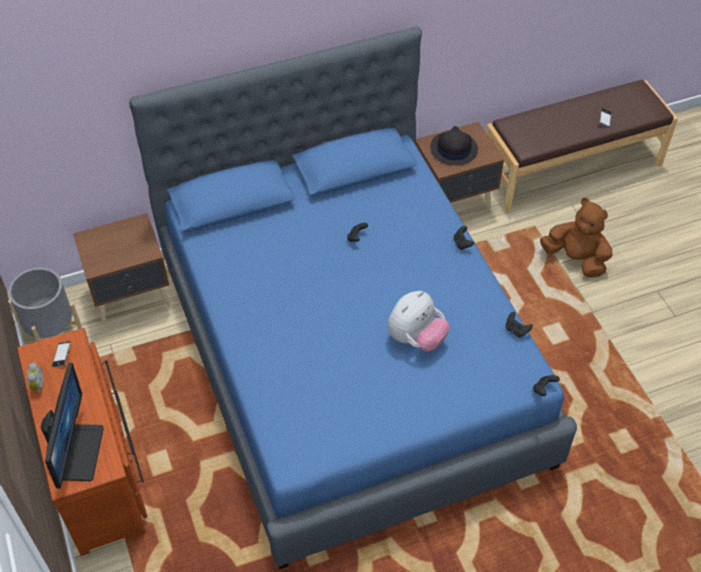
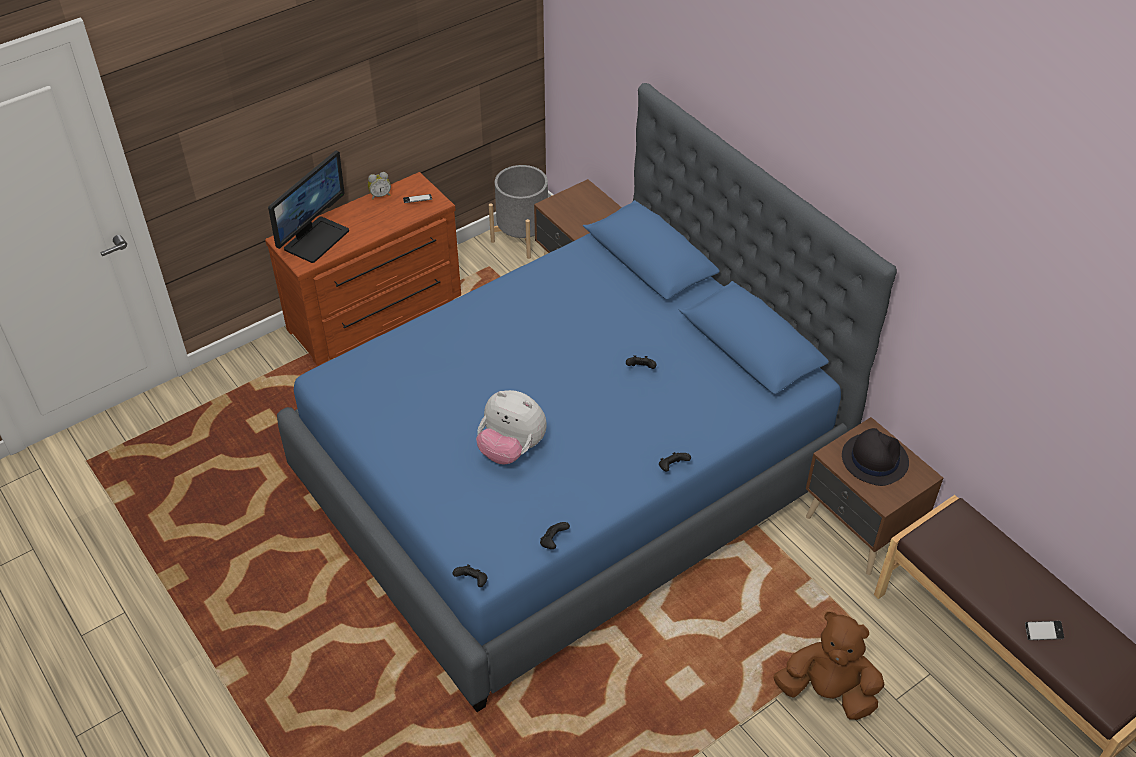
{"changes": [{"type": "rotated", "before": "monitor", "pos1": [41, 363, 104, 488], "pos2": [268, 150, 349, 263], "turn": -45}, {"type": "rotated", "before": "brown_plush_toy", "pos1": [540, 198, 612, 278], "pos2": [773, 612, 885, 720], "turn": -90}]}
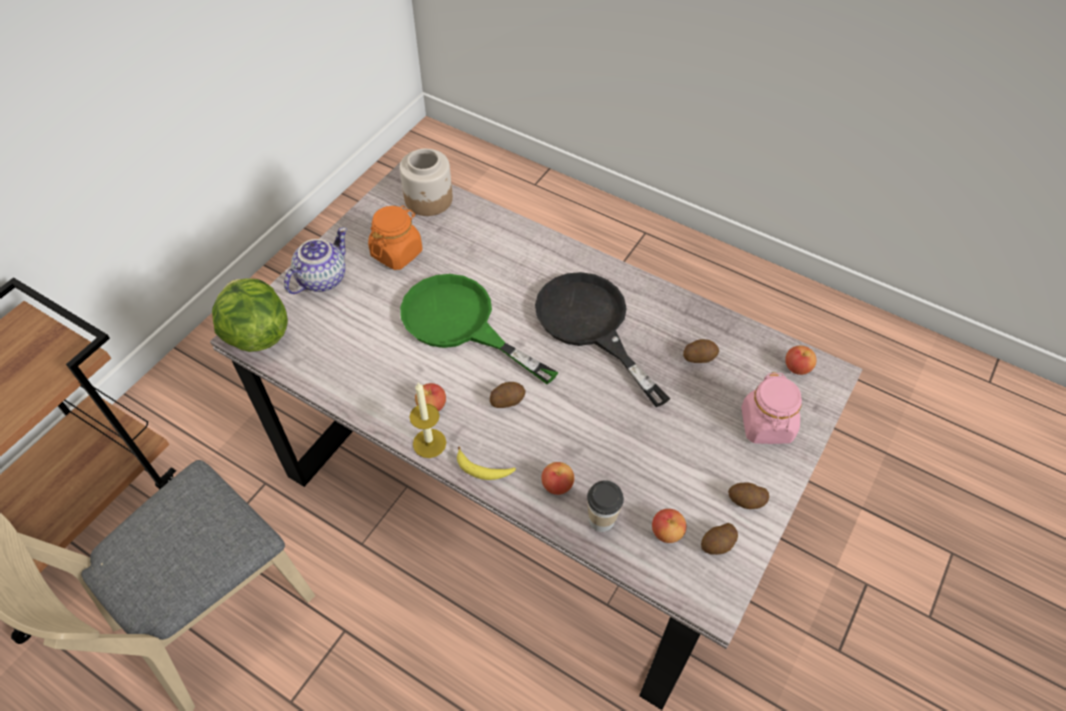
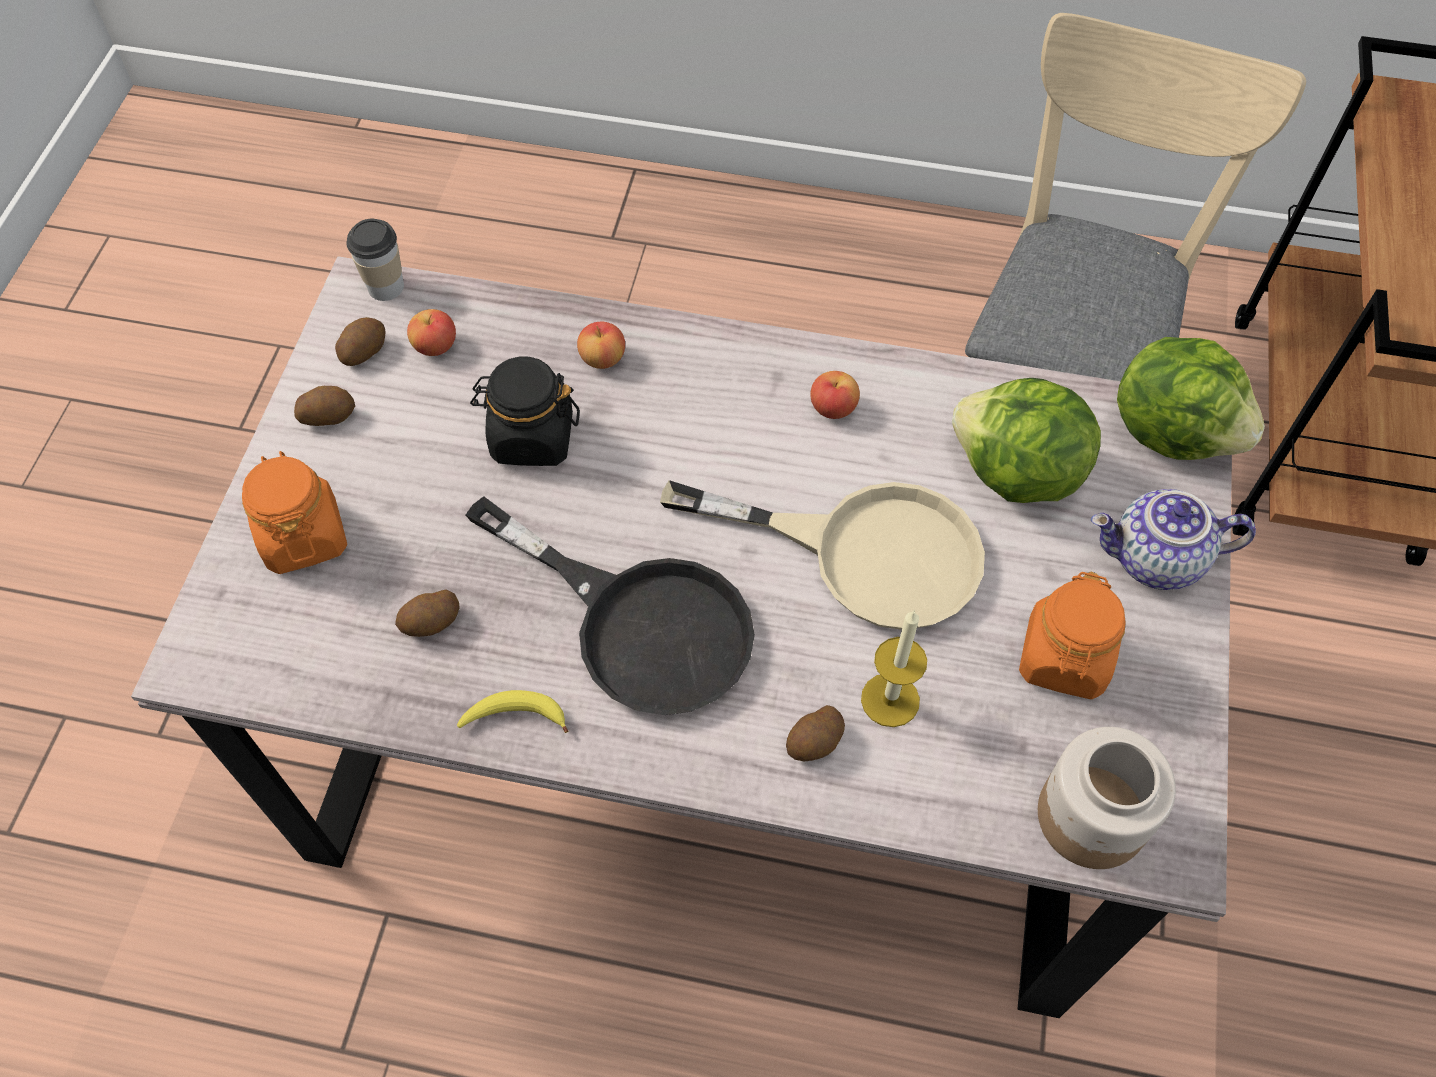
{"changes": [{"type": "rotated", "before": "teapot", "pos1": [284, 227, 347, 294], "pos2": [1091, 489, 1256, 590], "turn": 75}, {"type": "repainted", "before": "green_frying_pan", "after": "beige_frying_pan", "pos1": [400, 274, 559, 384], "pos2": [660, 480, 985, 630]}, {"type": "shifted", "before": "candle", "pos1": [410, 383, 446, 458], "pos2": [861, 610, 927, 727]}, {"type": "shifted", "before": "banana", "pos1": [457, 446, 516, 480], "pos2": [457, 690, 568, 733]}, {"type": "shifted", "before": "potato", "pos1": [490, 382, 526, 408], "pos2": [786, 705, 845, 762]}, {"type": "shifted", "before": "cup", "pos1": [587, 480, 624, 532], "pos2": [346, 219, 404, 301]}, {"type": "repainted", "before": "pink_jar", "after": "orange_jar", "pos1": [741, 372, 802, 444], "pos2": [242, 451, 347, 574]}, {"type": "gone", "before": "apple", "pos1": [785, 346, 817, 375]}, {"type": "new", "after": "black_jar", "pos2": [470, 357, 580, 466]}, {"type": "new", "after": "lettuce", "pos2": [952, 378, 1101, 503]}]}
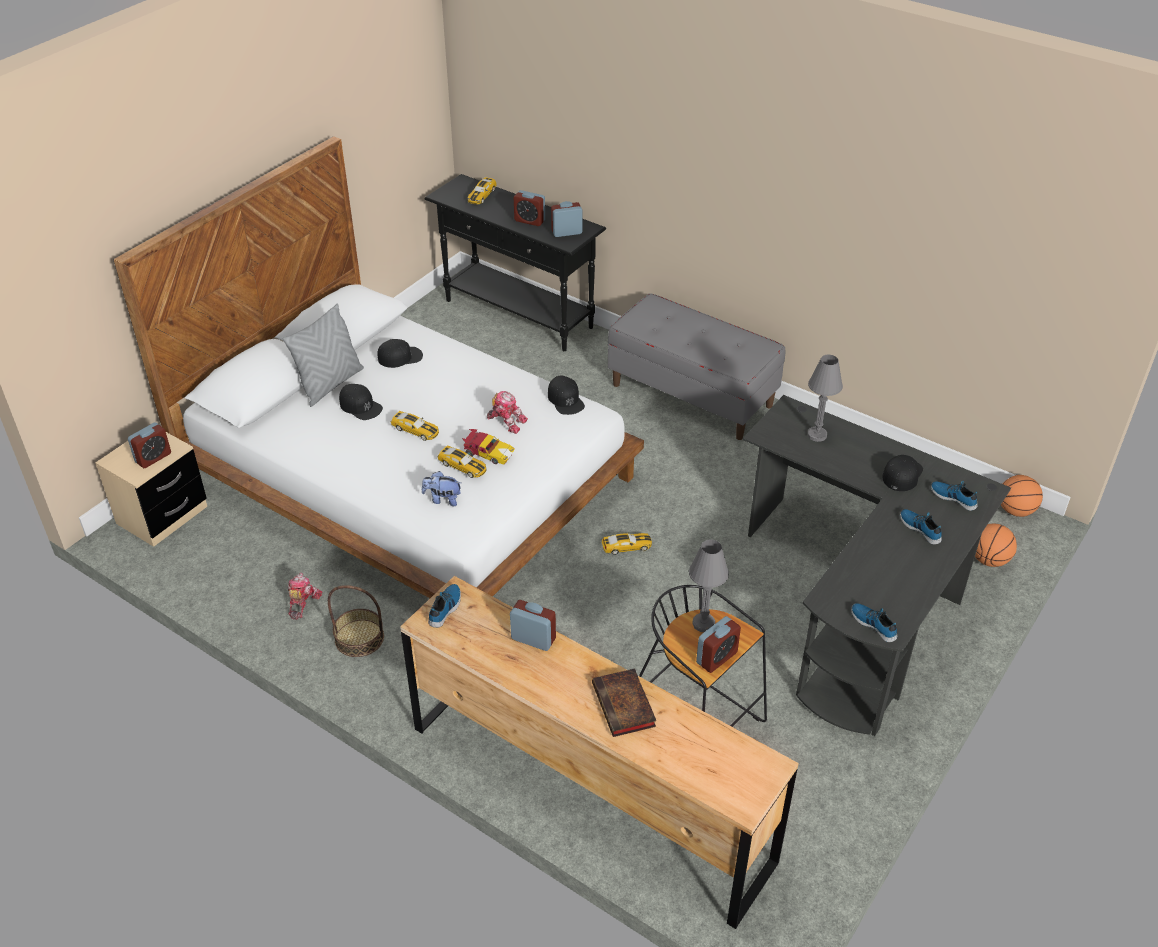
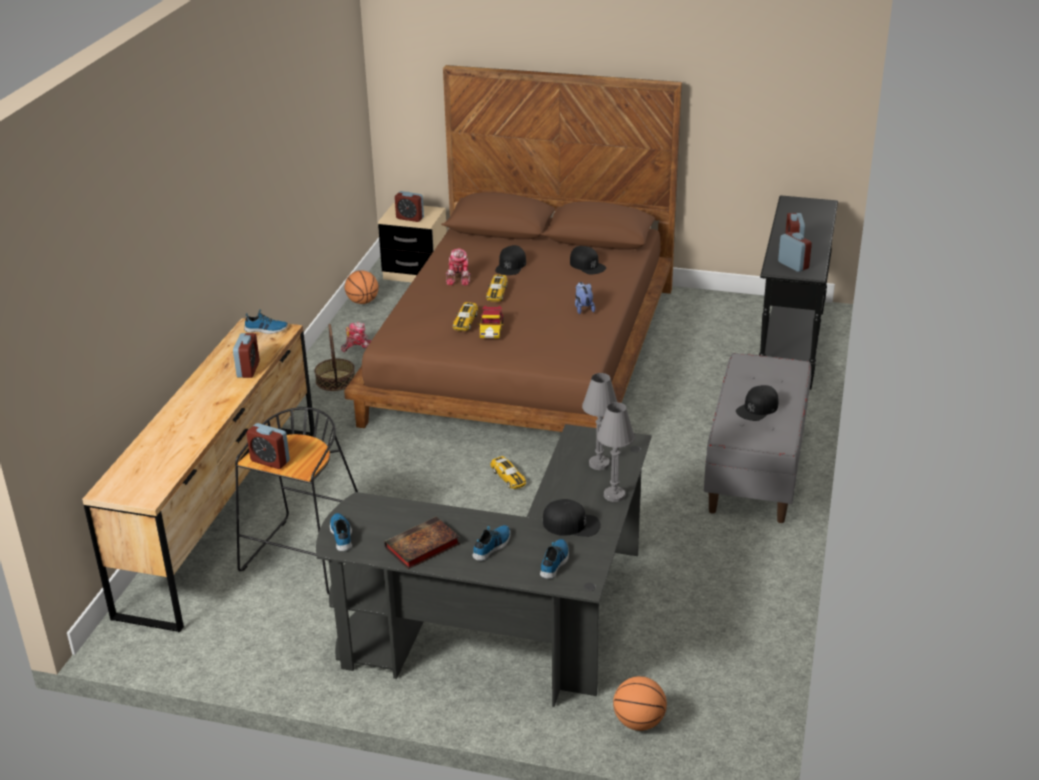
{"changes": [{"type": "repainted", "before": "white_bed", "after": "brown_bed", "pos1": [113, 136, 644, 598], "pos2": [344, 65, 682, 432]}, {"type": "gone", "before": "grey_pillow", "pos1": [283, 304, 364, 407]}, {"type": "shifted", "before": "plush_toy", "pos1": [422, 471, 461, 506], "pos2": [575, 282, 595, 314]}, {"type": "gone", "before": "toy_car", "pos1": [467, 177, 496, 205]}, {"type": "shifted", "before": "toy_robot", "pos1": [487, 391, 528, 434], "pos2": [446, 249, 471, 286]}, {"type": "shifted", "before": "black_cap", "pos1": [548, 376, 585, 415], "pos2": [736, 385, 778, 421]}, {"type": "shifted", "before": "book", "pos1": [592, 668, 656, 737], "pos2": [384, 517, 460, 569]}, {"type": "shifted", "before": "grey_table_lamp", "pos1": [689, 540, 729, 632], "pos2": [597, 402, 635, 502]}, {"type": "rotated", "before": "shoe", "pos1": [851, 603, 897, 642], "pos2": [330, 513, 352, 551], "turn": -45}, {"type": "shifted", "before": "basketball", "pos1": [1001, 475, 1043, 517], "pos2": [345, 270, 379, 304]}]}
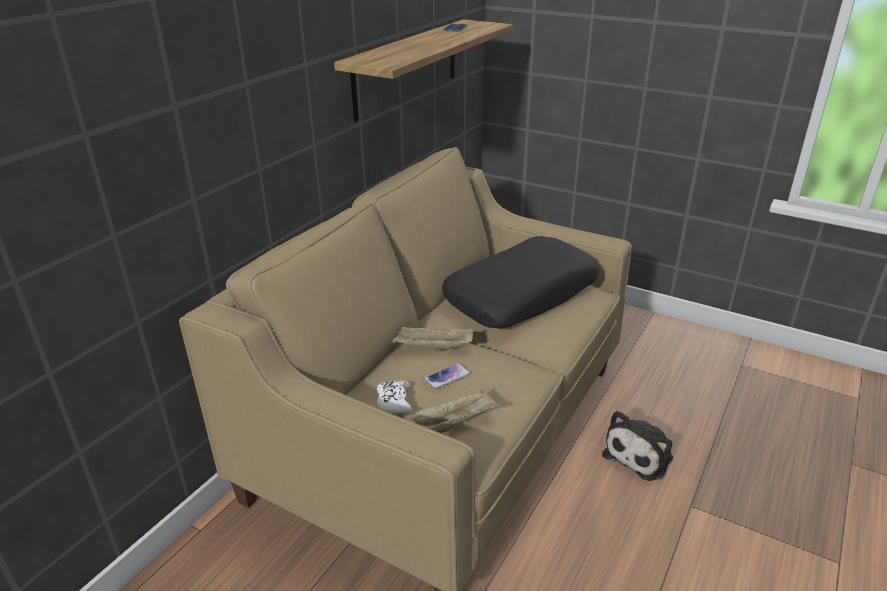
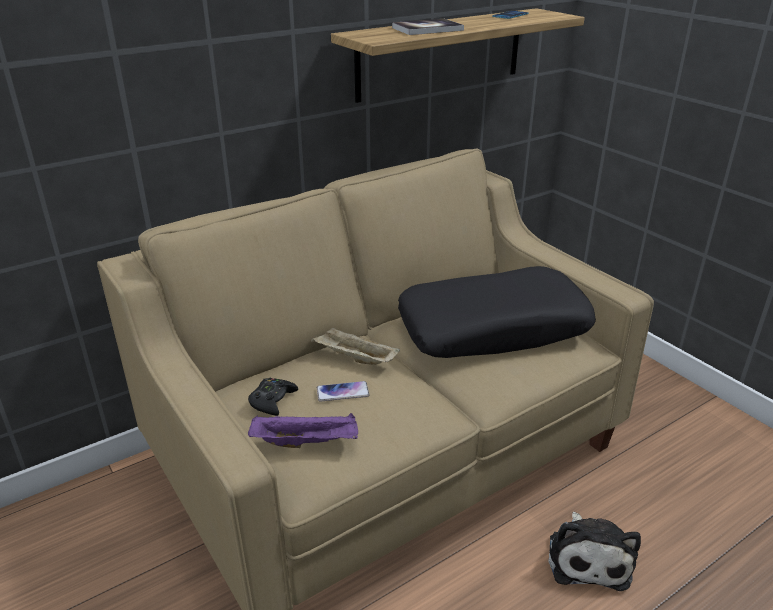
{"changes": [{"type": "repainted", "before": "white_game_controller", "after": "black_game_controller", "pos1": [377, 381, 412, 413], "pos2": [248, 378, 298, 416]}, {"type": "repainted", "before": "beige_tray", "after": "purple_tray", "pos1": [404, 388, 500, 433], "pos2": [248, 413, 358, 448]}, {"type": "rotated", "before": "plush_toy", "pos1": [602, 411, 673, 481], "pos2": [549, 512, 641, 591], "turn": -60}, {"type": "new", "after": "book", "pos2": [392, 19, 464, 35]}]}
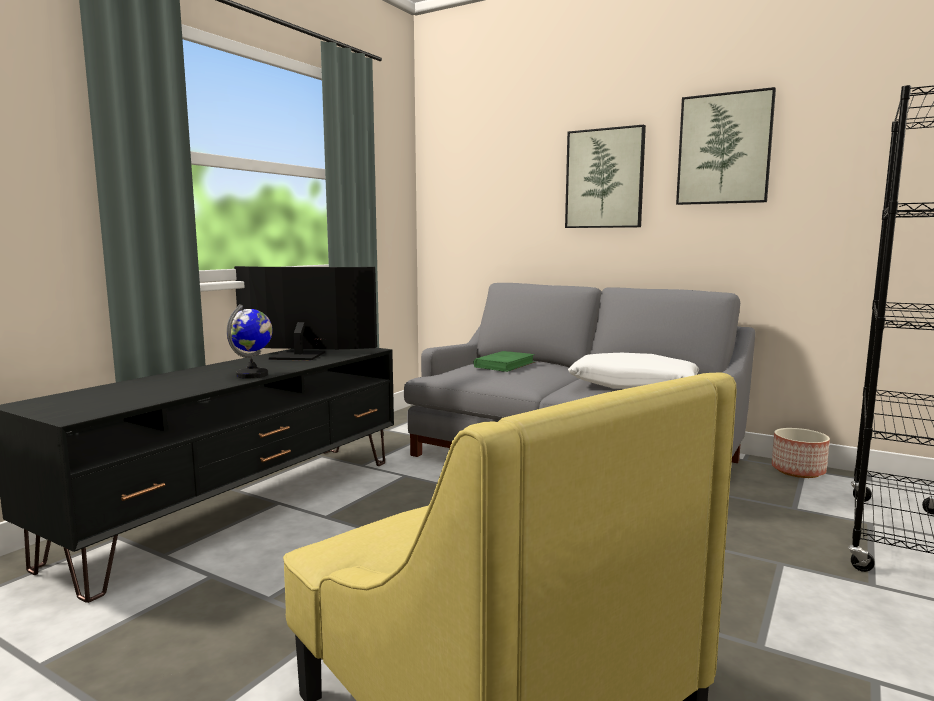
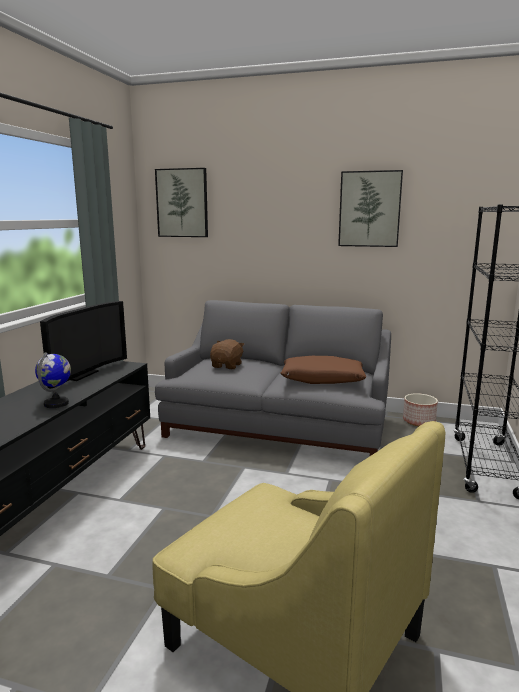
{"changes": [{"type": "rotated", "before": "television", "pos1": [234, 266, 377, 360], "pos2": [40, 301, 127, 392], "turn": 120}, {"type": "swapped", "before": "green_book", "after": "brown_plush_toy", "pos1": [474, 351, 535, 372], "pos2": [210, 339, 245, 369]}, {"type": "shifted", "before": "picture", "pos1": [565, 125, 646, 228], "pos2": [155, 168, 208, 237]}, {"type": "repainted", "before": "white_pillow", "after": "brown_pillow", "pos1": [568, 353, 699, 389], "pos2": [281, 356, 367, 384]}]}
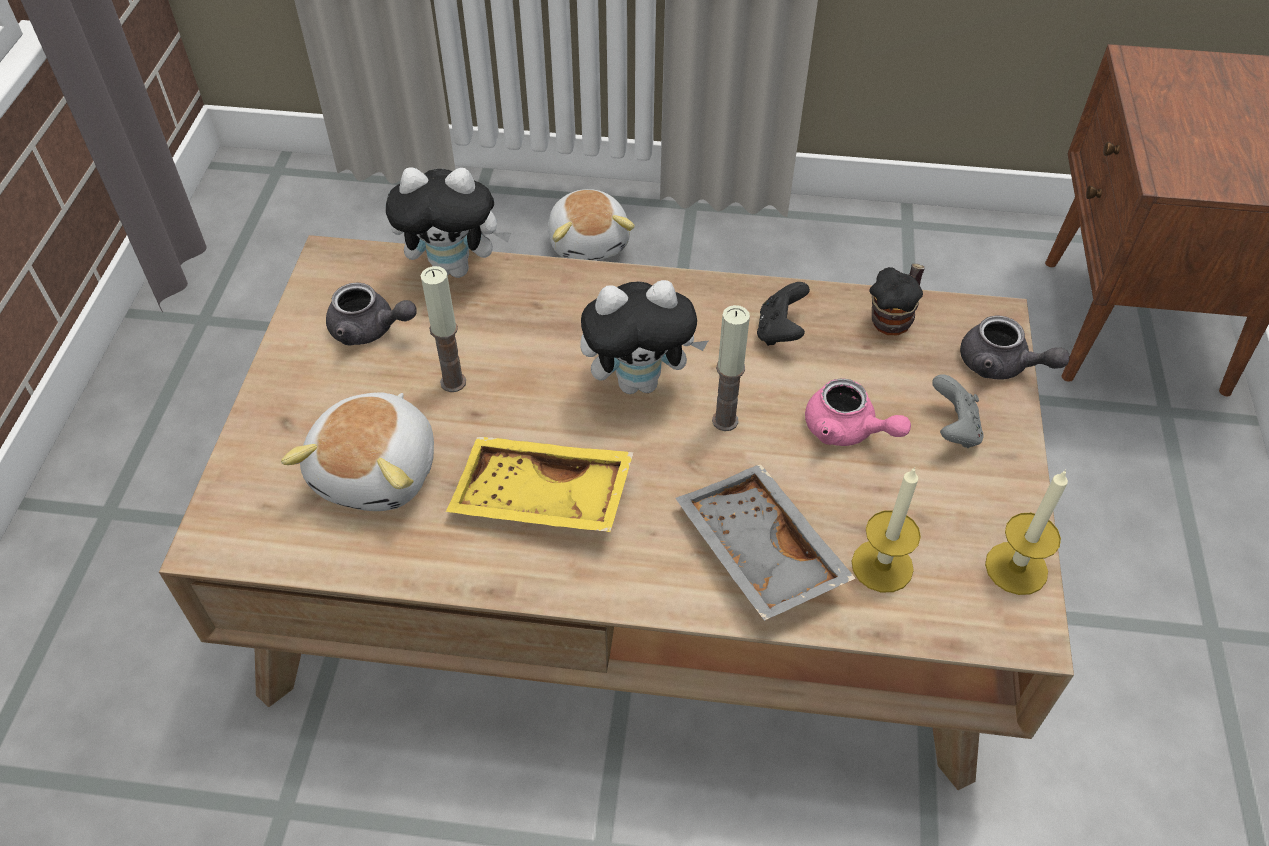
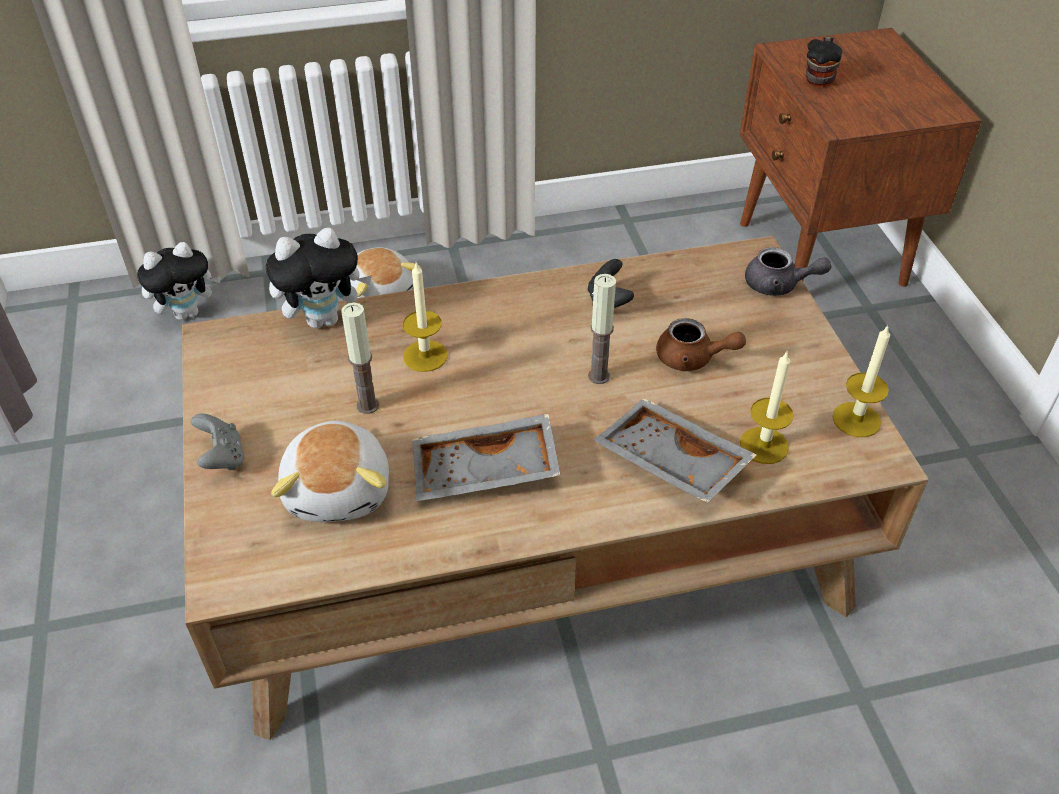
{"changes": [{"type": "gone", "before": "grey_teapot", "pos1": [326, 282, 417, 346]}, {"type": "repainted", "before": "yellow_tray", "after": "grey_tray", "pos1": [446, 437, 634, 532], "pos2": [412, 414, 561, 501]}, {"type": "shifted", "before": "plush_toy", "pos1": [580, 280, 709, 394], "pos2": [137, 242, 221, 320]}, {"type": "repainted", "before": "pink_teapot", "after": "brown_teapot", "pos1": [805, 378, 911, 446], "pos2": [656, 318, 746, 371]}, {"type": "shifted", "before": "mug", "pos1": [869, 264, 925, 335], "pos2": [806, 36, 842, 87]}, {"type": "shifted", "before": "grey_game_controller", "pos1": [932, 374, 984, 448], "pos2": [191, 414, 244, 470]}, {"type": "new", "after": "candle", "pos2": [403, 263, 448, 372]}]}
